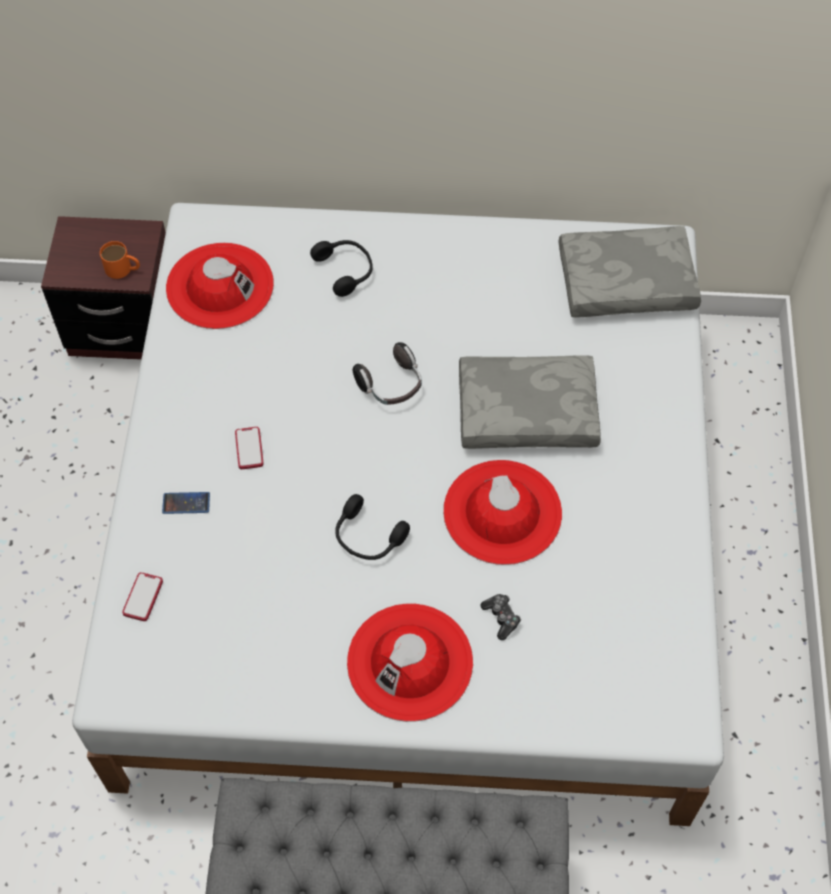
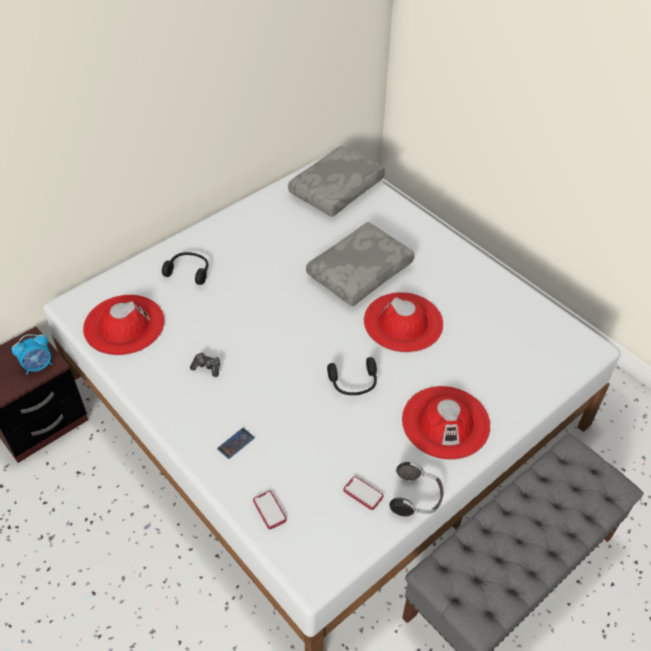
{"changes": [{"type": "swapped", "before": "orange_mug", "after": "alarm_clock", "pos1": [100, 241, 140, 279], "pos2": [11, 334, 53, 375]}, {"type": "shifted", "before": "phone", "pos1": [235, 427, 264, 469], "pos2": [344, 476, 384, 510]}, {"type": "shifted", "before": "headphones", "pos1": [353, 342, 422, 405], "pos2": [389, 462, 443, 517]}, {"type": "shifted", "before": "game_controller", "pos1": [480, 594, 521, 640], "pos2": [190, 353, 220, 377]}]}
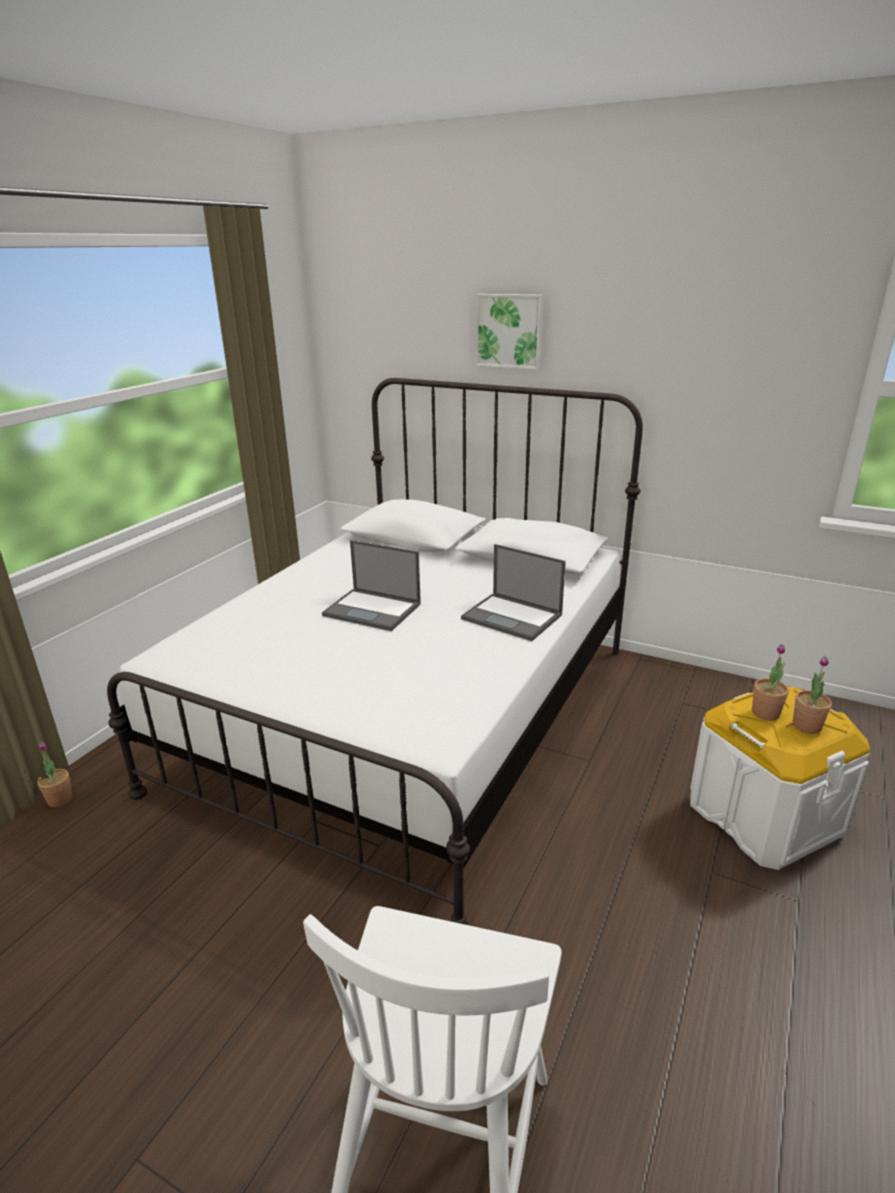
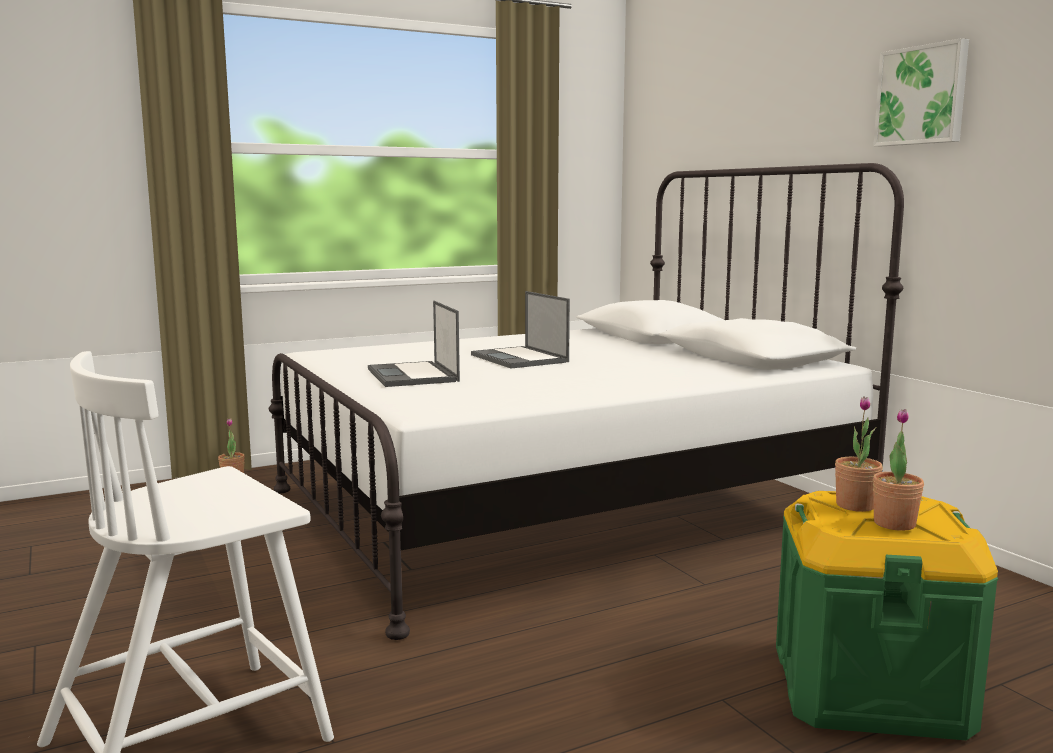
{"changes": [{"type": "shifted", "before": "laptop", "pos1": [461, 544, 566, 641], "pos2": [368, 301, 460, 387]}, {"type": "shifted", "before": "picture", "pos1": [476, 294, 544, 370], "pos2": [873, 38, 969, 146]}, {"type": "repainted", "before": "white_storage_box", "after": "green_storage_box", "pos1": [690, 686, 870, 870], "pos2": [776, 491, 998, 740]}]}
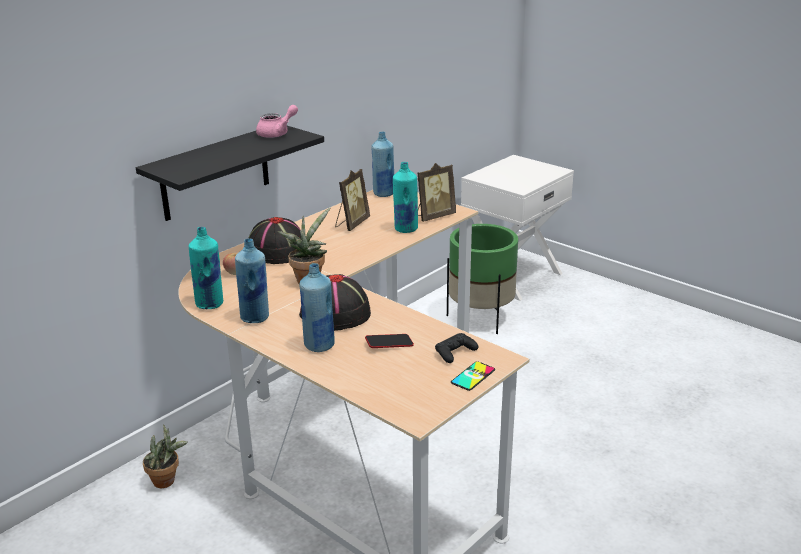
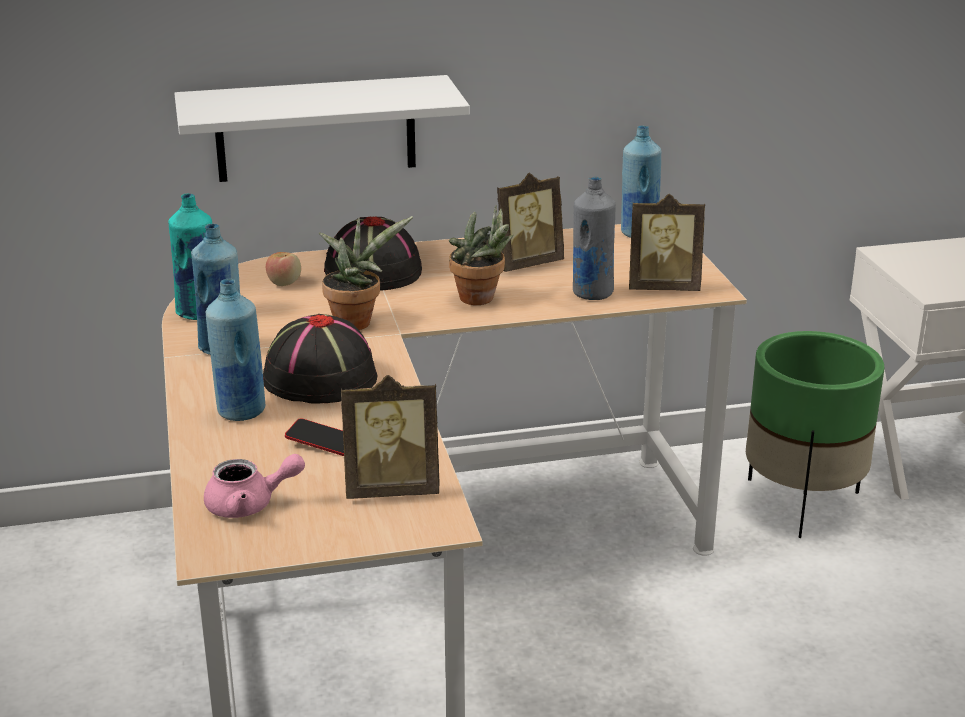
{"changes": [{"type": "repainted", "before": "black_shelf", "after": "white_shelf", "pos1": [136, 126, 324, 221], "pos2": [174, 75, 470, 182]}, {"type": "shifted", "before": "potted_plant", "pos1": [143, 424, 188, 488], "pos2": [449, 205, 513, 305]}, {"type": "shifted", "before": "pink_teapot", "pos1": [256, 105, 298, 138], "pos2": [204, 454, 305, 518]}, {"type": "repainted", "before": "turquoise_bottle", "after": "grey_bottle", "pos1": [393, 162, 418, 233], "pos2": [573, 176, 616, 300]}, {"type": "swapped", "before": "black_game_controller", "after": "picture_frame", "pos1": [435, 333, 478, 363], "pos2": [341, 375, 439, 499]}, {"type": "gone", "before": "phone", "pos1": [451, 361, 495, 391]}]}
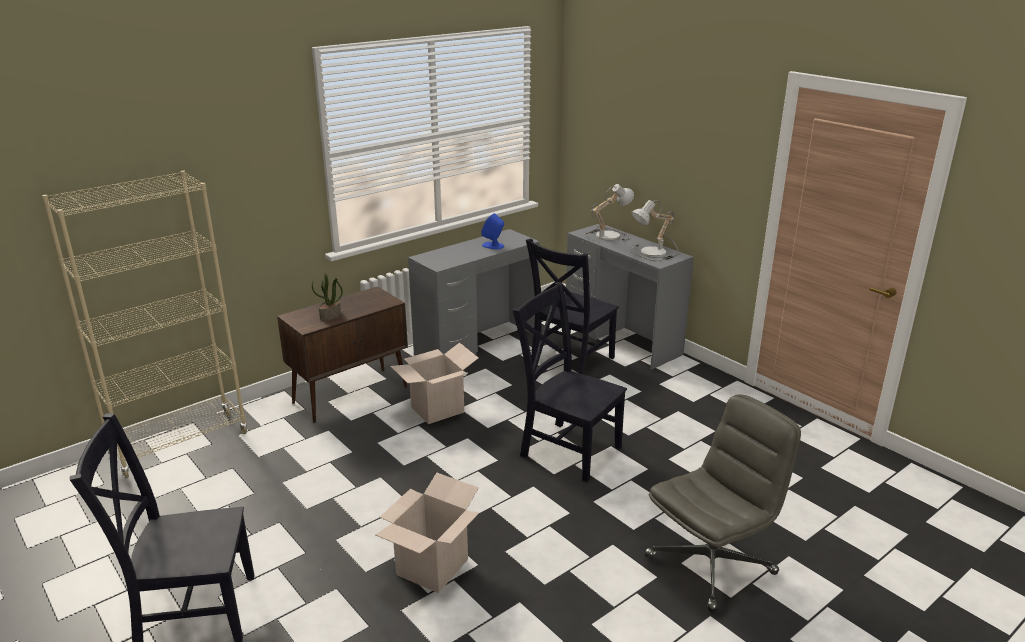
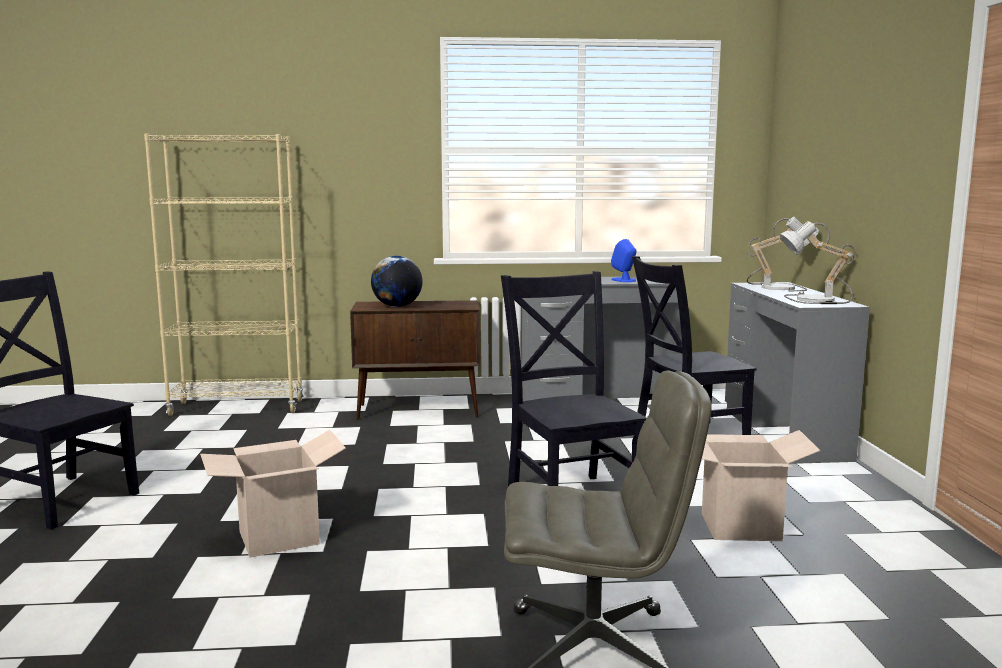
{"changes": [{"type": "swapped", "before": "potted_plant", "after": "globe", "pos1": [312, 273, 343, 321], "pos2": [371, 256, 423, 307]}, {"type": "shifted", "before": "cardboard_box", "pos1": [390, 342, 478, 424], "pos2": [702, 430, 820, 541]}]}
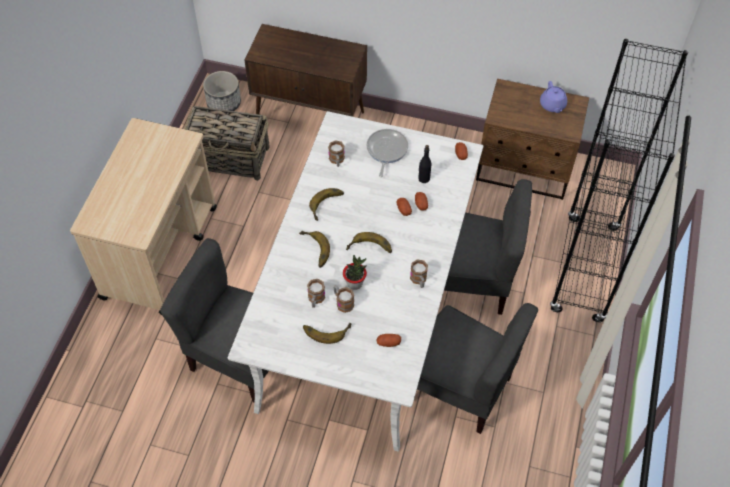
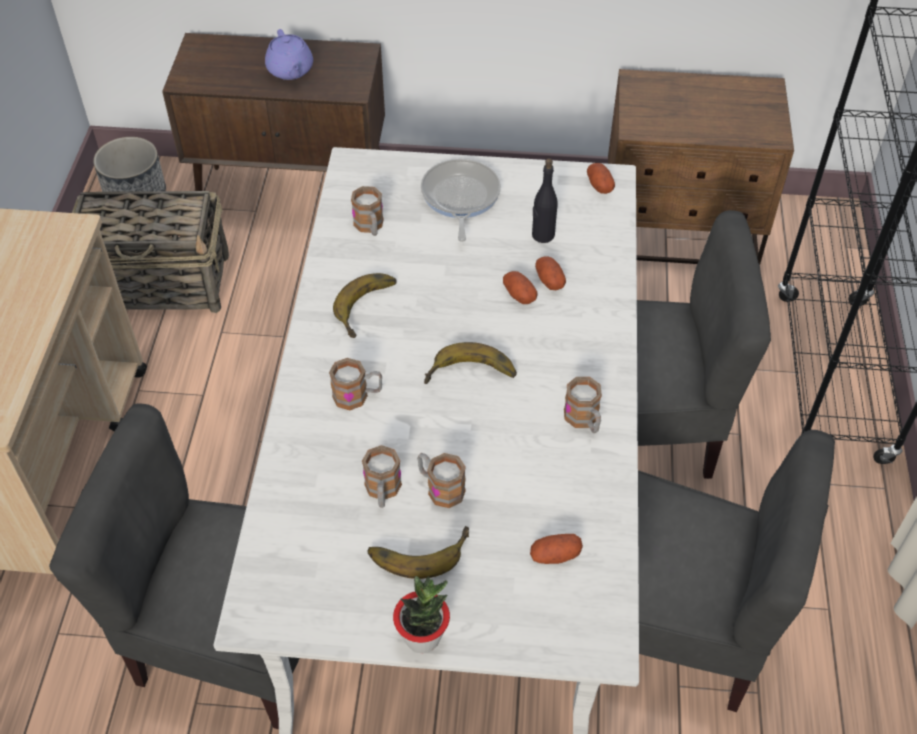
{"changes": [{"type": "swapped", "before": "banana", "after": "mug", "pos1": [299, 231, 330, 268], "pos2": [329, 358, 382, 410]}, {"type": "shifted", "before": "potted_plant", "pos1": [343, 255, 367, 290], "pos2": [393, 576, 450, 653]}, {"type": "shifted", "before": "purple_teapot", "pos1": [540, 81, 567, 113], "pos2": [265, 29, 313, 80]}]}
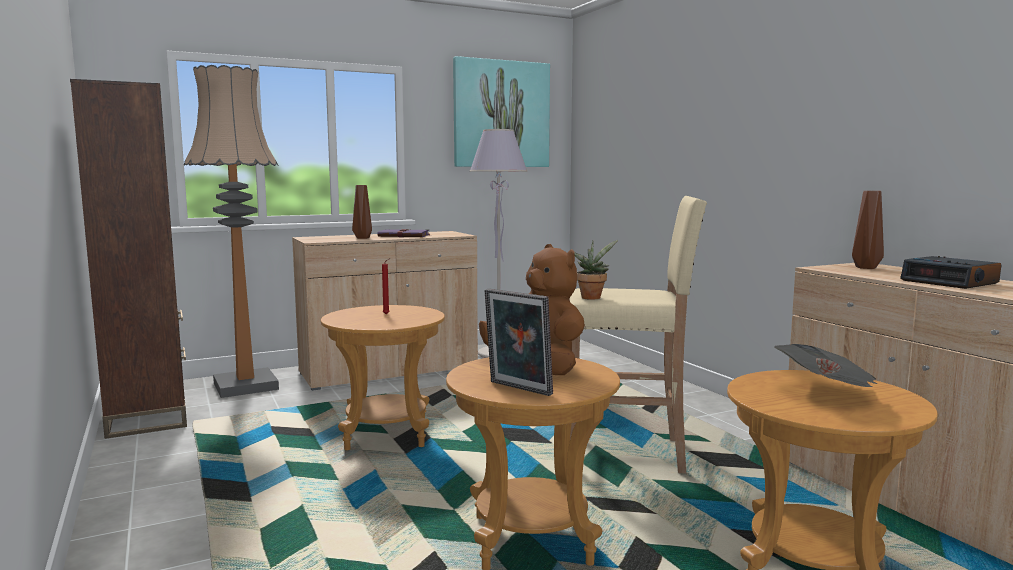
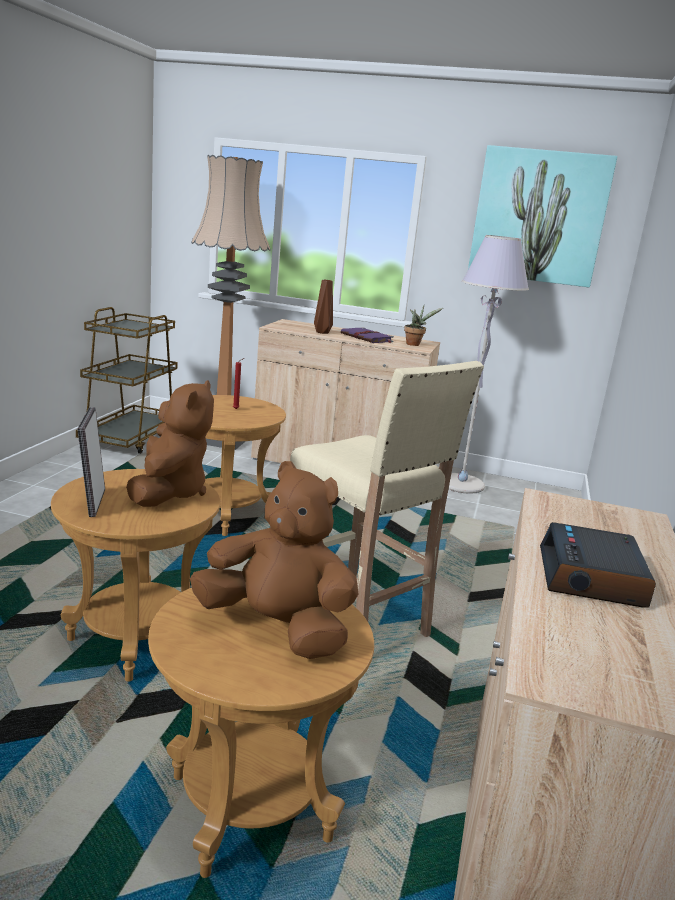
{"changes": [{"type": "swapped", "before": "brown_bookcase", "after": "brown_cart", "pos1": [70, 79, 187, 439], "pos2": [76, 307, 178, 454]}, {"type": "shifted", "before": "potted_plant", "pos1": [574, 240, 618, 300], "pos2": [404, 305, 443, 346]}, {"type": "swapped", "before": "newspaper", "after": "brown_plush_toy", "pos1": [774, 344, 877, 387], "pos2": [190, 461, 359, 659]}, {"type": "gone", "before": "brown_vase", "pos1": [852, 191, 884, 269]}]}
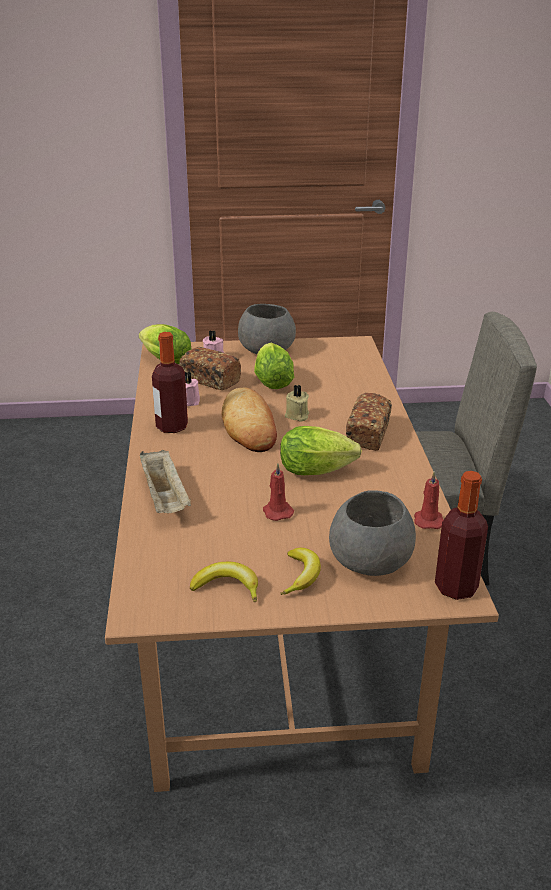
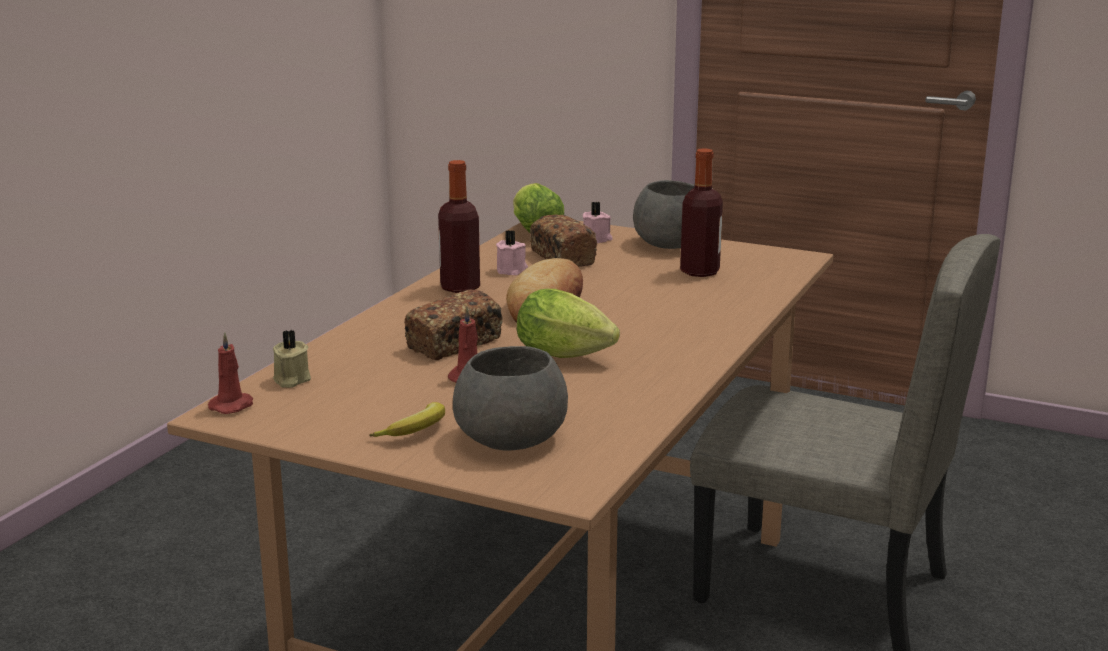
{"changes": [{"type": "gone", "before": "beige_tray", "pos1": [140, 450, 191, 513]}, {"type": "gone", "before": "banana", "pos1": [190, 562, 258, 602]}, {"type": "gone", "before": "lettuce", "pos1": [254, 343, 294, 389]}, {"type": "shifted", "before": "beige_candle", "pos1": [285, 385, 309, 421], "pos2": [273, 330, 311, 388]}, {"type": "shifted", "before": "bread", "pos1": [346, 393, 392, 451], "pos2": [405, 289, 503, 360]}, {"type": "shifted", "before": "red_candle", "pos1": [414, 471, 444, 529], "pos2": [208, 332, 253, 414]}, {"type": "shifted", "before": "bottle", "pos1": [435, 471, 488, 600], "pos2": [680, 148, 723, 277]}]}
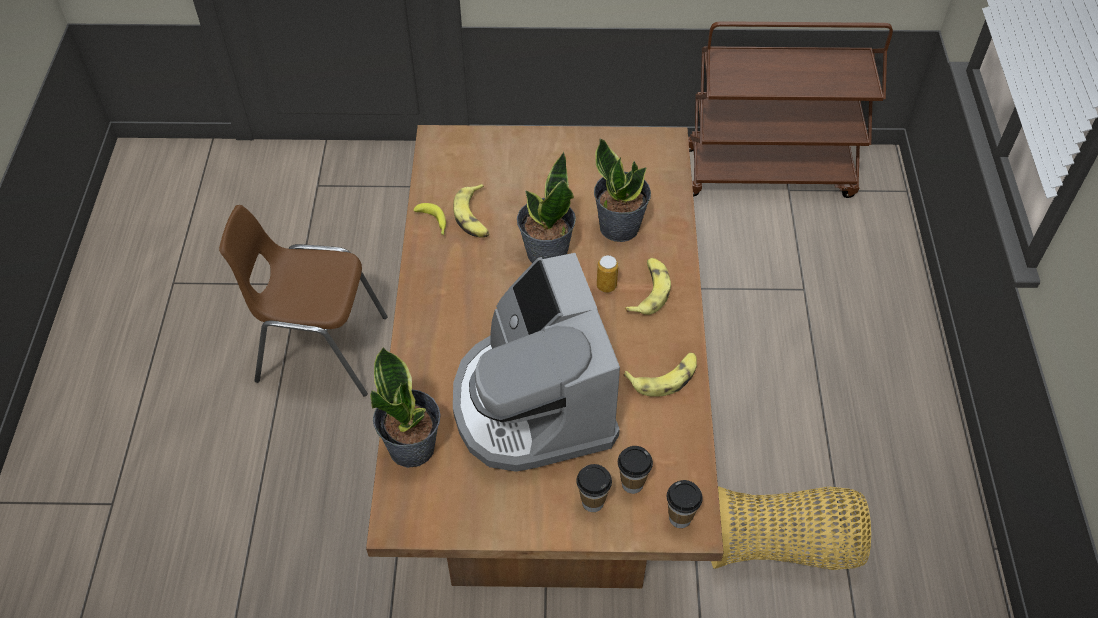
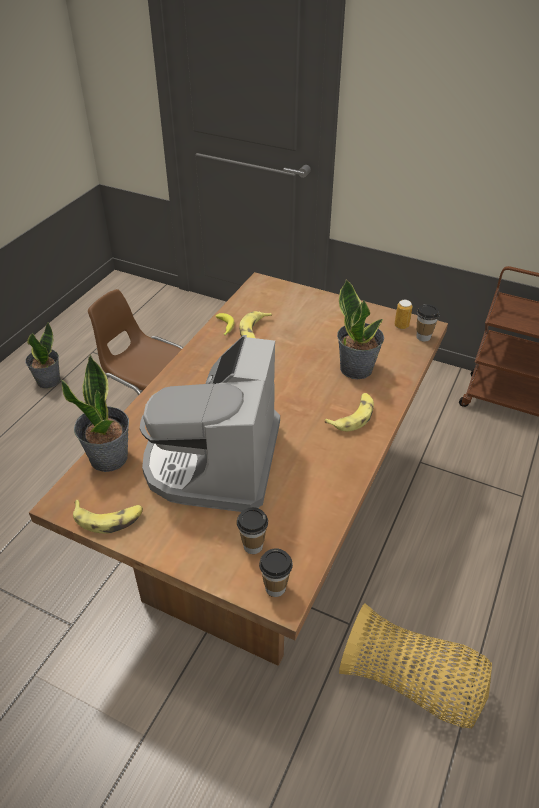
{"changes": [{"type": "shifted", "before": "potted_plant", "pos1": [517, 151, 576, 263], "pos2": [25, 321, 61, 389]}, {"type": "shifted", "before": "cup", "pos1": [576, 464, 612, 512], "pos2": [417, 304, 440, 342]}, {"type": "shifted", "before": "can", "pos1": [597, 255, 618, 293], "pos2": [395, 300, 413, 329]}, {"type": "shifted", "before": "banana", "pos1": [623, 352, 697, 397], "pos2": [73, 499, 143, 533]}]}
